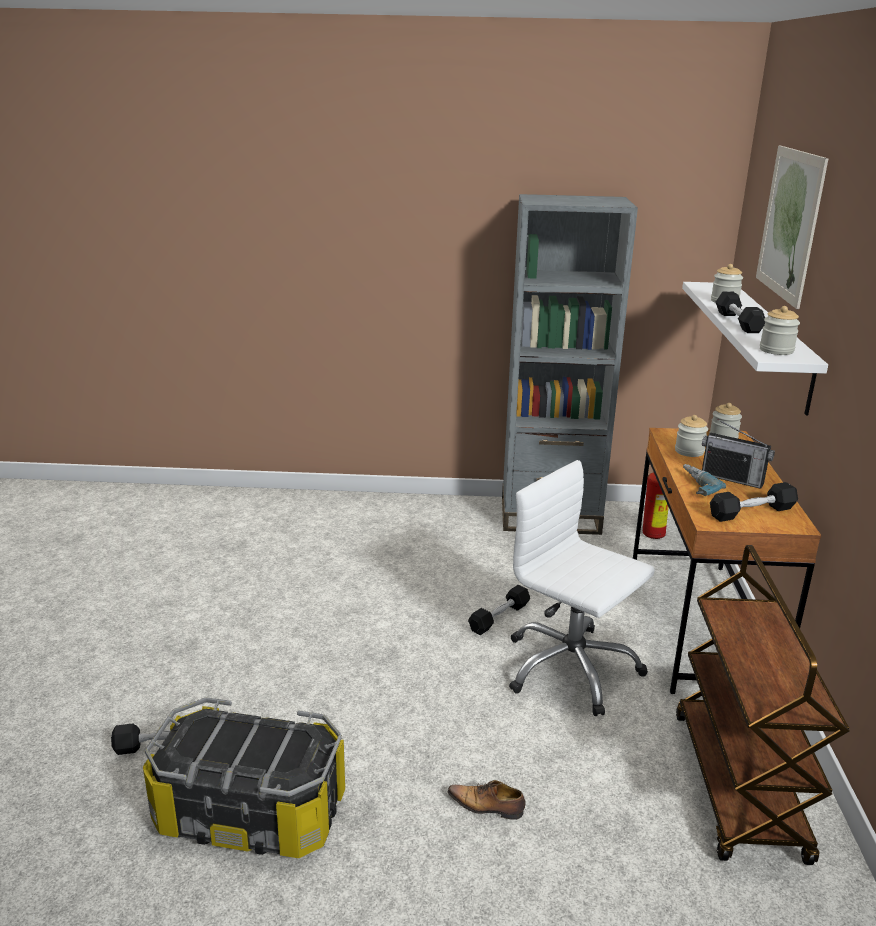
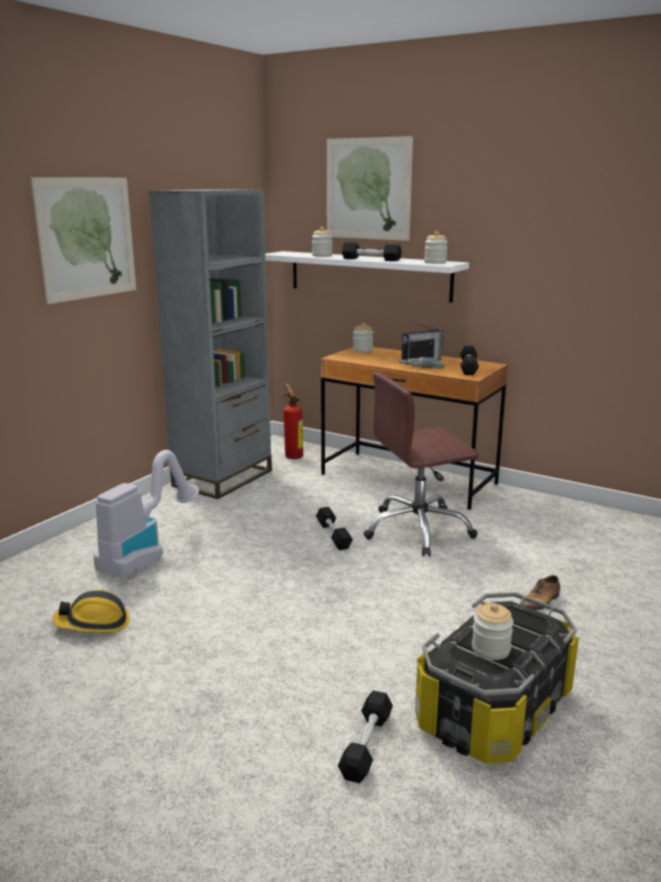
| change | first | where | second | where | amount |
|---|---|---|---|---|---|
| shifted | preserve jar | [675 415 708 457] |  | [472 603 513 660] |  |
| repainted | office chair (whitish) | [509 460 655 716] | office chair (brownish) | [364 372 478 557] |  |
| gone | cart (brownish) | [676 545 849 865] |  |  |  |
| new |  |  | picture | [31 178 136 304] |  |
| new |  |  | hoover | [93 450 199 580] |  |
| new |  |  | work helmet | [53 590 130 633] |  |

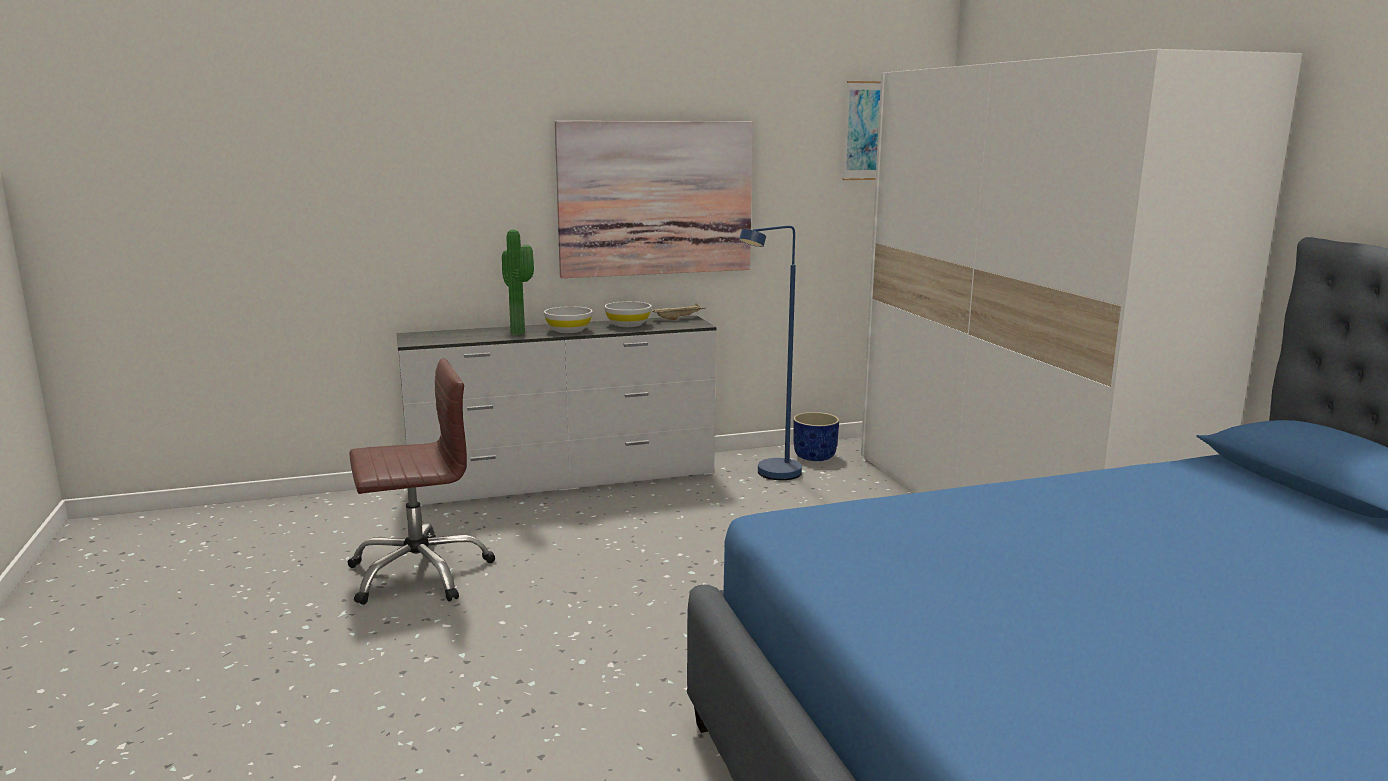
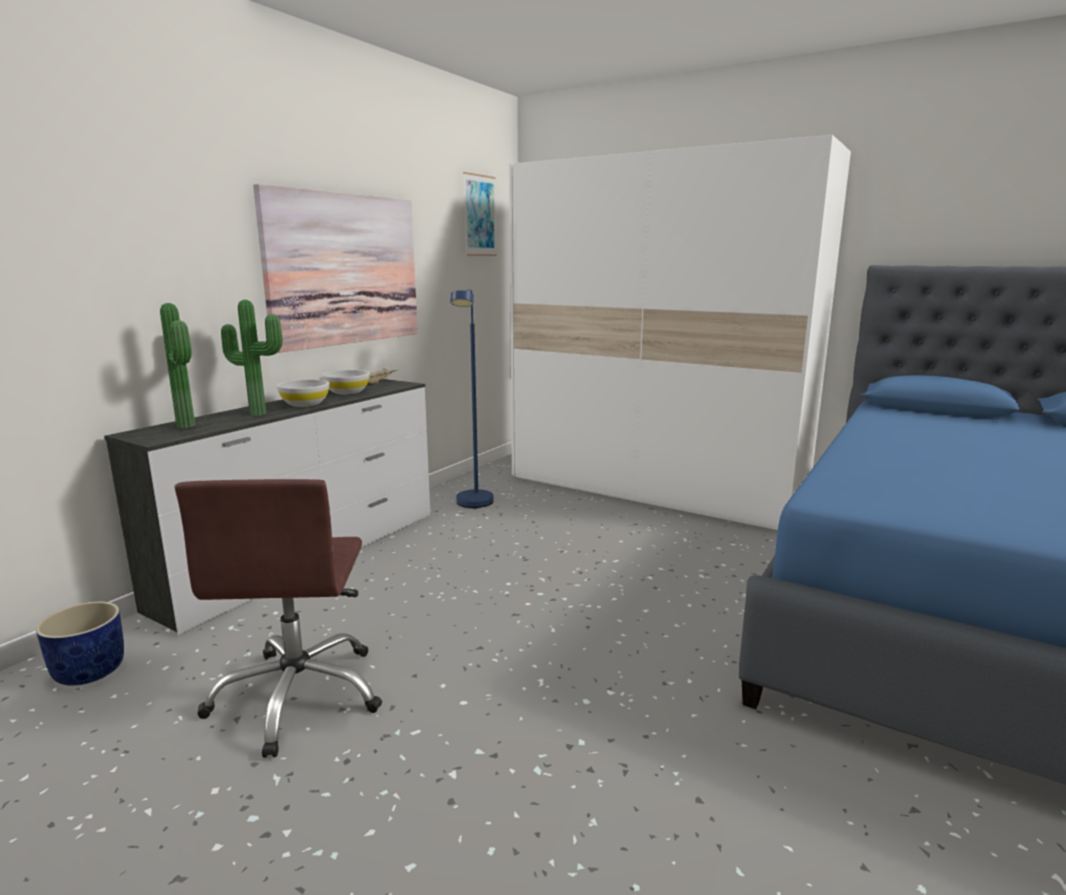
| change | first | where | second | where | amount |
|---|---|---|---|---|---|
| rotated | office chair (brownish) | [347 358 495 605] |  | [175 479 382 758] | 150 degrees clockwise |
| shifted | planter (bluish) | [793 412 839 461] |  | [36 602 124 686] |  |
| new |  |  | potted plant | [160 303 195 428] |  |

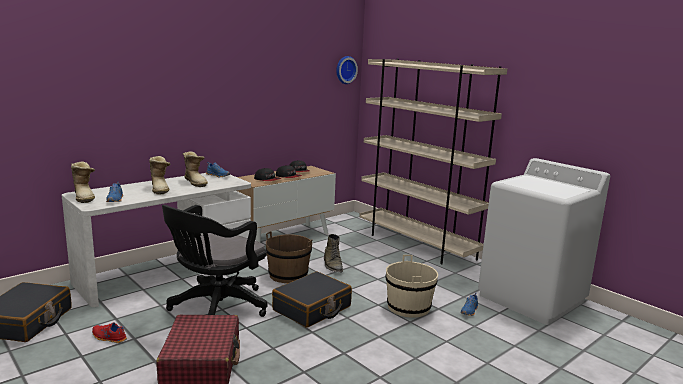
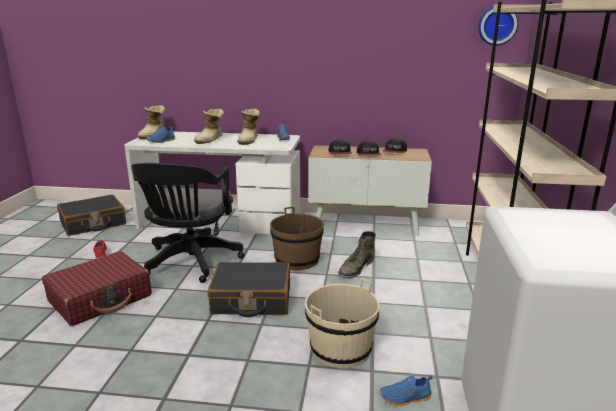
| change | first | where | second | where | amount |
|---|---|---|---|---|---|
| rotated | office chair (black) | [162 205 267 317] |  | [131 163 244 283] | 75 degrees counterclockwise |

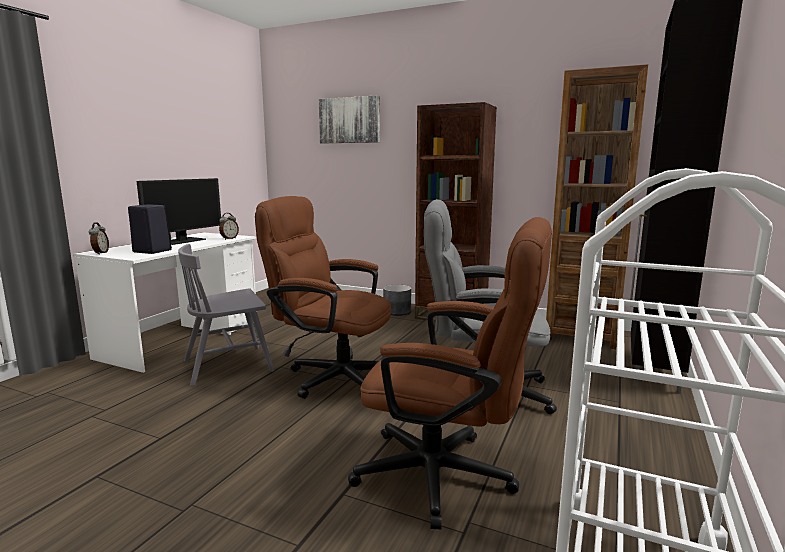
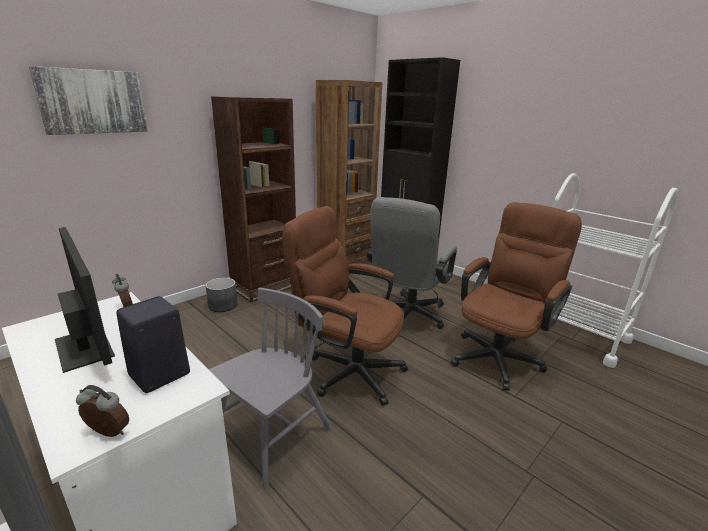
| change | first | where | second | where | amount |
|---|---|---|---|---|---|
| rotated | office chair (brownish) | [255 196 391 399] |  | [282 206 408 406] | 75 degrees clockwise |
| rotated | upright chair (grey) | [178 244 274 386] |  | [209 288 331 487] | 135 degrees counterclockwise |

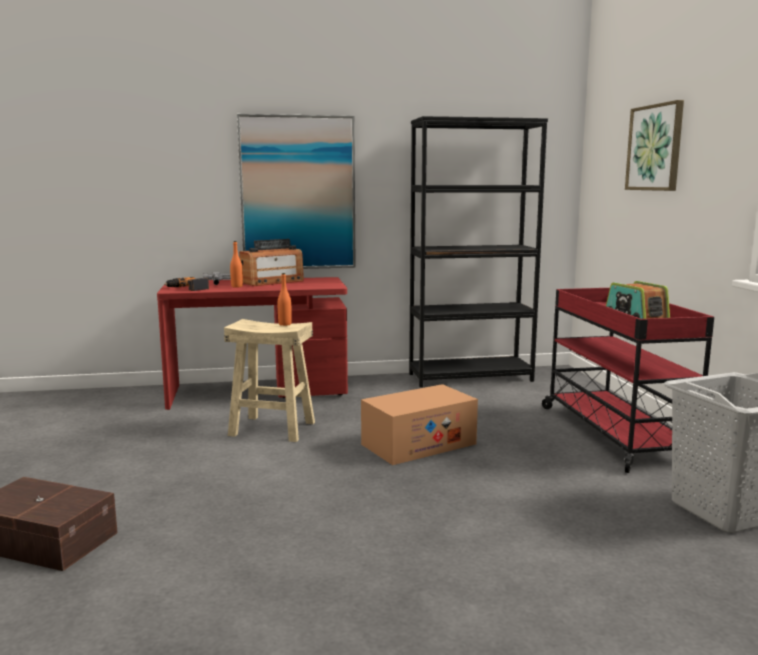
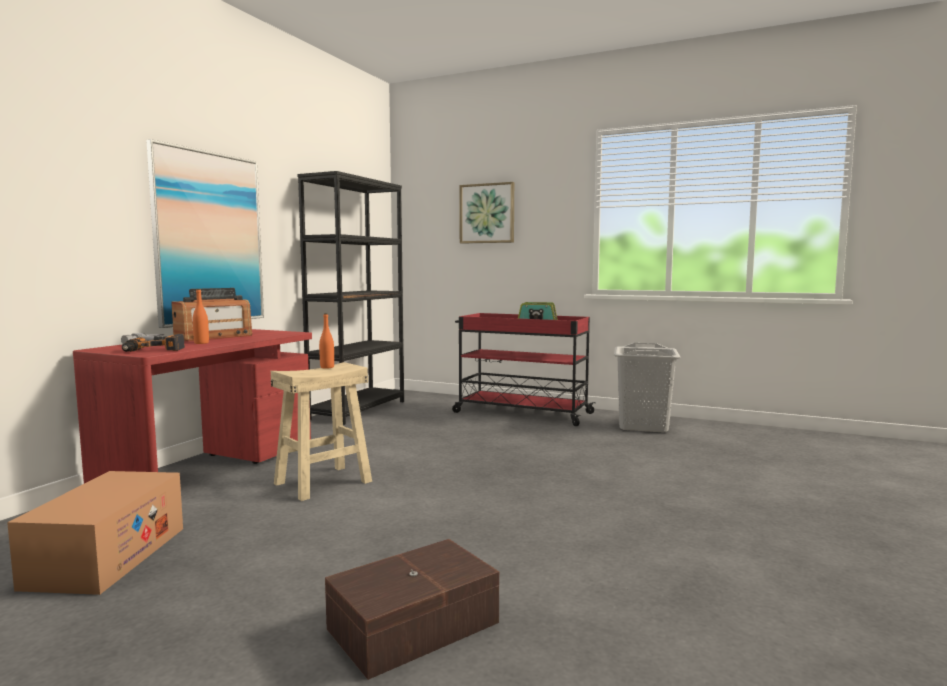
| change | first | where | second | where | amount |
|---|---|---|---|---|---|
| rotated | radio receiver | [239 239 304 286] |  | [171 288 252 341] | 45 degrees clockwise |
| shifted | cardboard box | [361 384 478 465] |  | [7 471 183 595] |  |

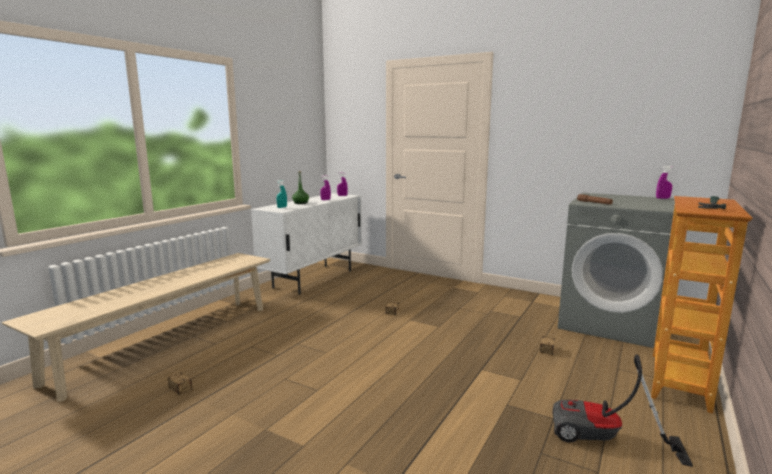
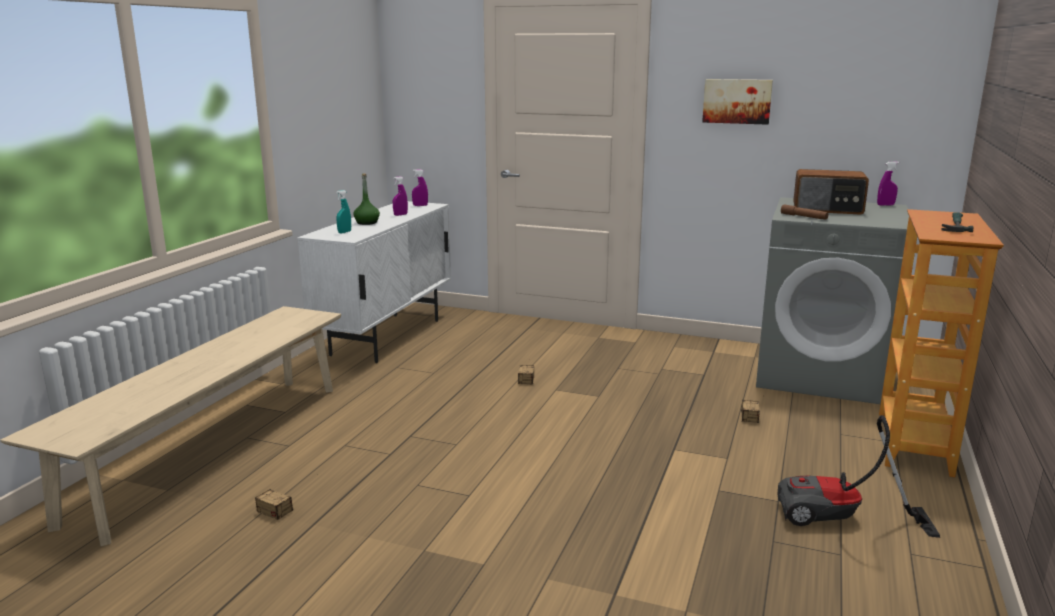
| change | first | where | second | where | amount |
|---|---|---|---|---|---|
| new |  |  | picture | [702 79 773 125] |  |
| new |  |  | radio receiver | [793 169 869 215] |  |

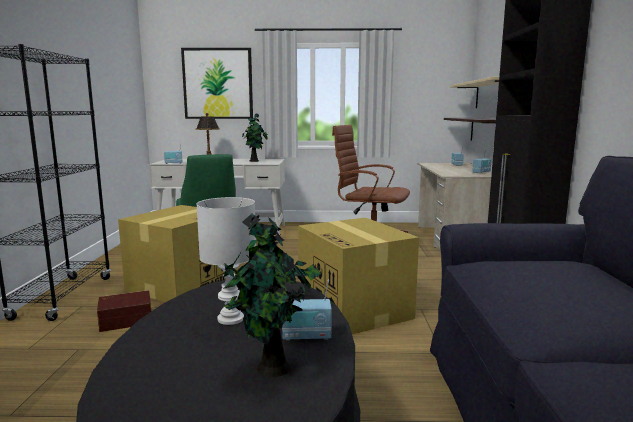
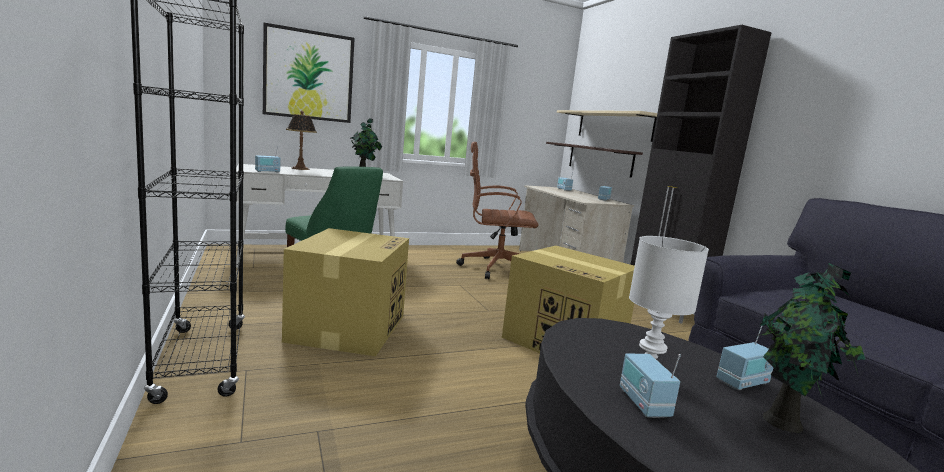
| change | first | where | second | where | amount |
|---|---|---|---|---|---|
| gone | storage bin (brownish) | [97 290 151 332] |  |  |  |
| new |  |  | radio receiver | [620 354 681 418] |  |

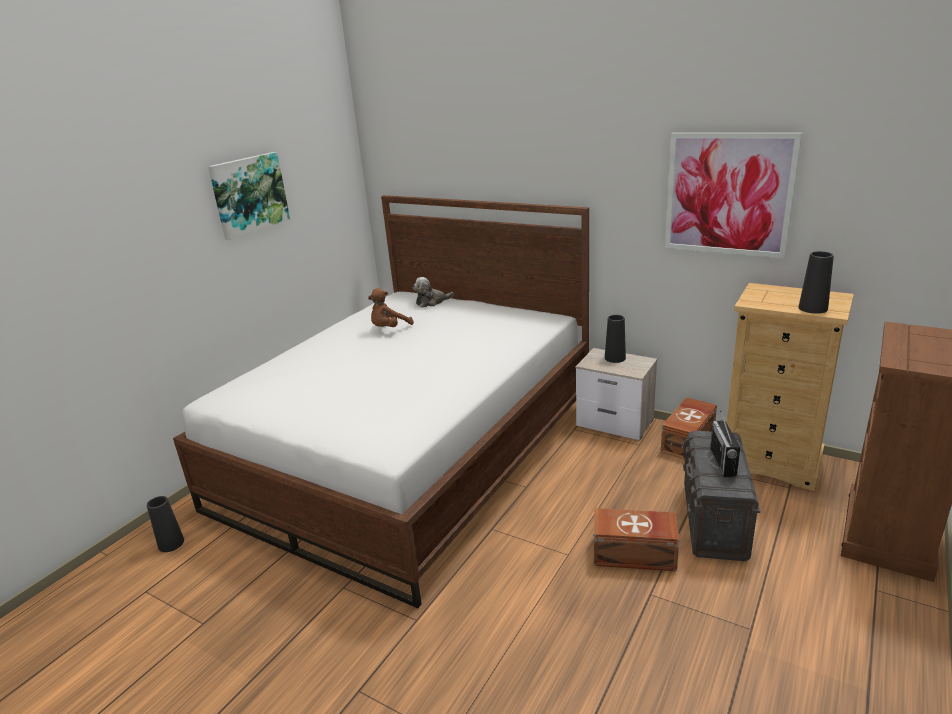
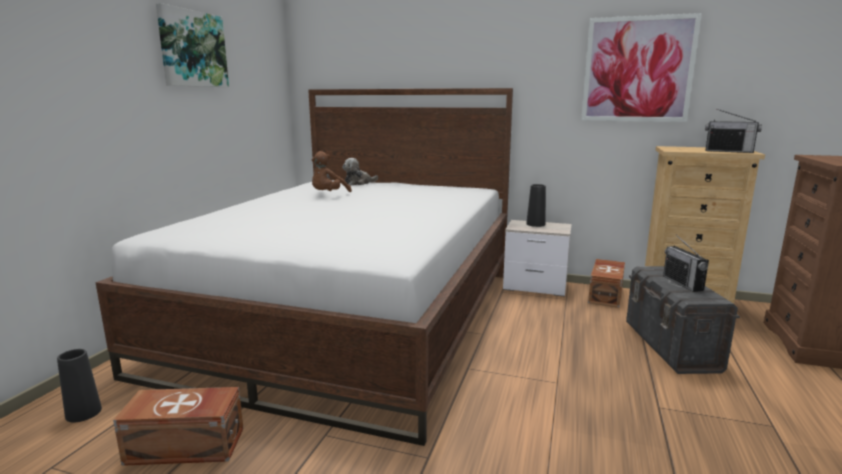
| change | first | where | second | where | amount |
|---|---|---|---|---|---|
| swapped | decorative vase (black) | [798 251 834 314] | radio receiver | [705 109 762 153] |  |
| shifted | storage bin (brownish) | [593 508 679 571] |  | [113 387 243 466] |  |

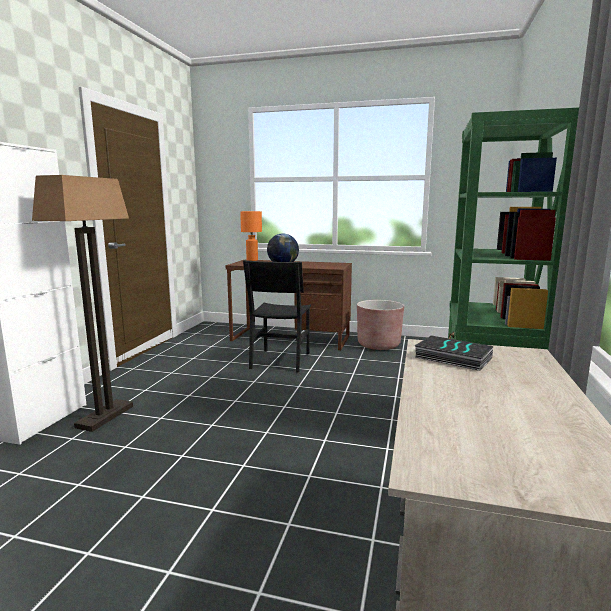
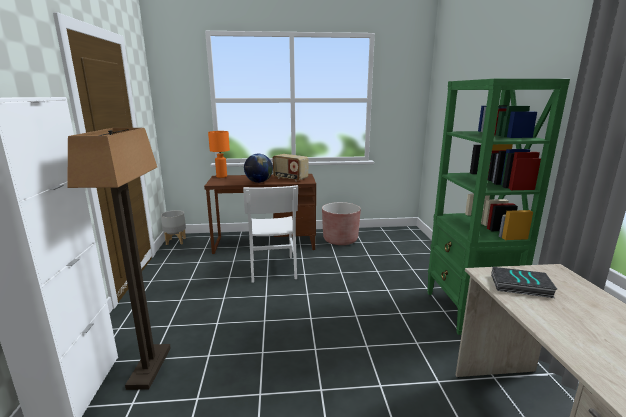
| change | first | where | second | where | amount |
|---|---|---|---|---|---|
| repainted | upright chair (black) | [243 260 311 372] | upright chair (whitish) | [243 185 298 283] |  |
| new |  |  | radio receiver | [272 154 309 182] |  |
| new |  |  | planter (grey) | [161 210 186 245] |  |

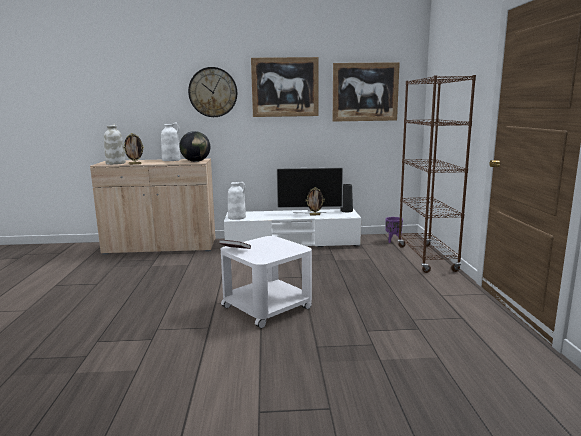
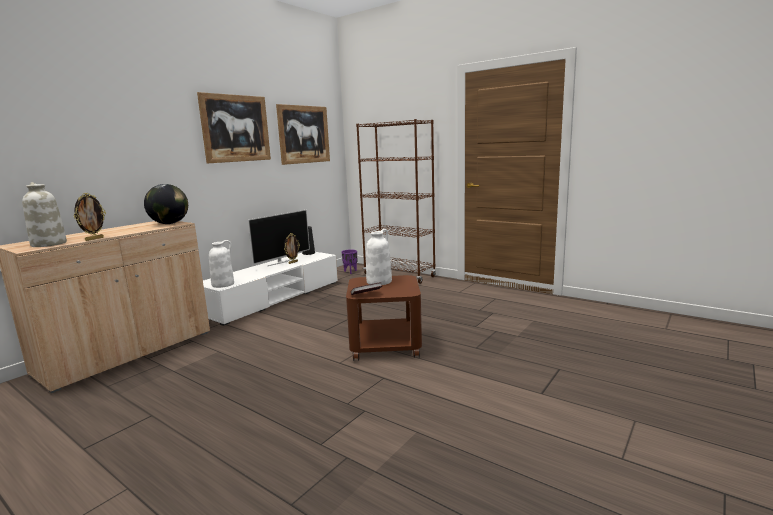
| change | first | where | second | where | amount |
|---|---|---|---|---|---|
| gone | hanging clock | [188 67 237 117] |  |  |  |
| shifted | decorative vase (whitish) | [161 123 181 161] |  | [366 229 392 285] |  |
| repainted | end table (whitish) | [221 236 312 328] | end table (brownish) | [346 275 422 361] |  |

